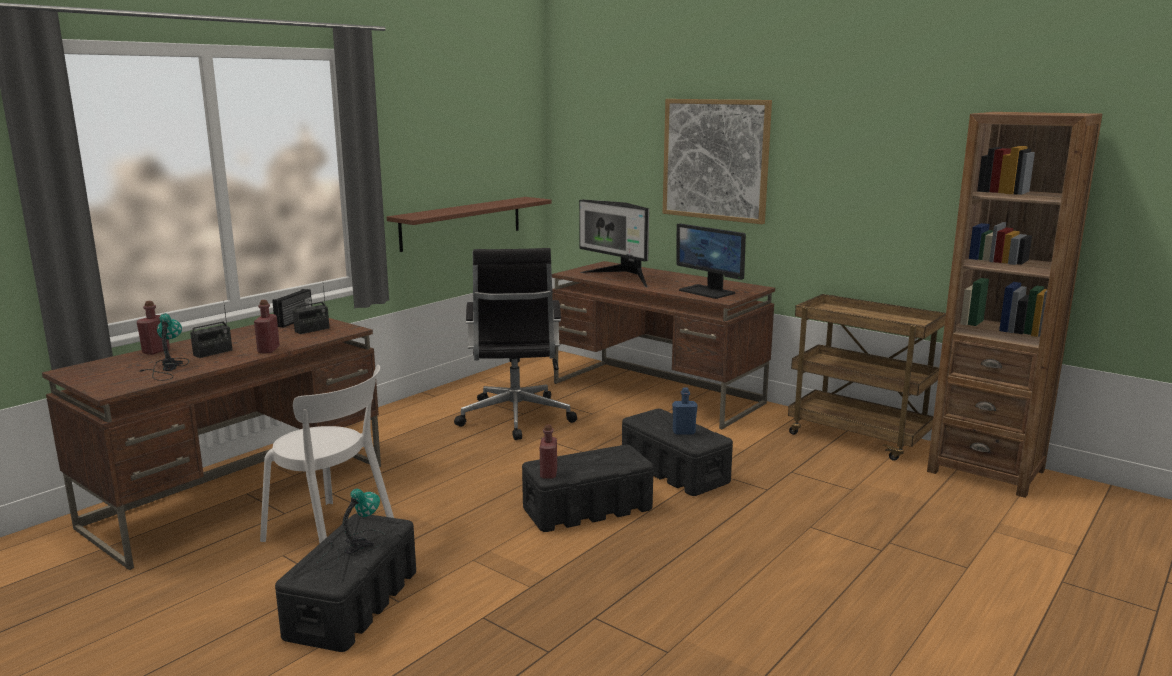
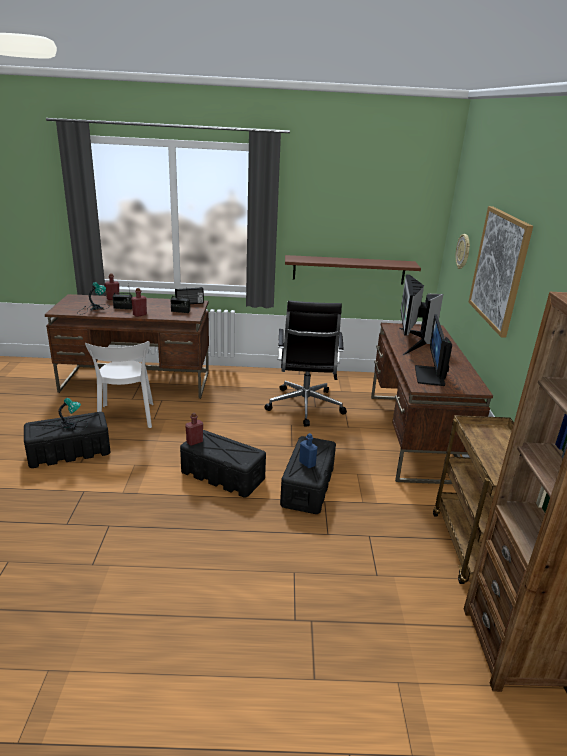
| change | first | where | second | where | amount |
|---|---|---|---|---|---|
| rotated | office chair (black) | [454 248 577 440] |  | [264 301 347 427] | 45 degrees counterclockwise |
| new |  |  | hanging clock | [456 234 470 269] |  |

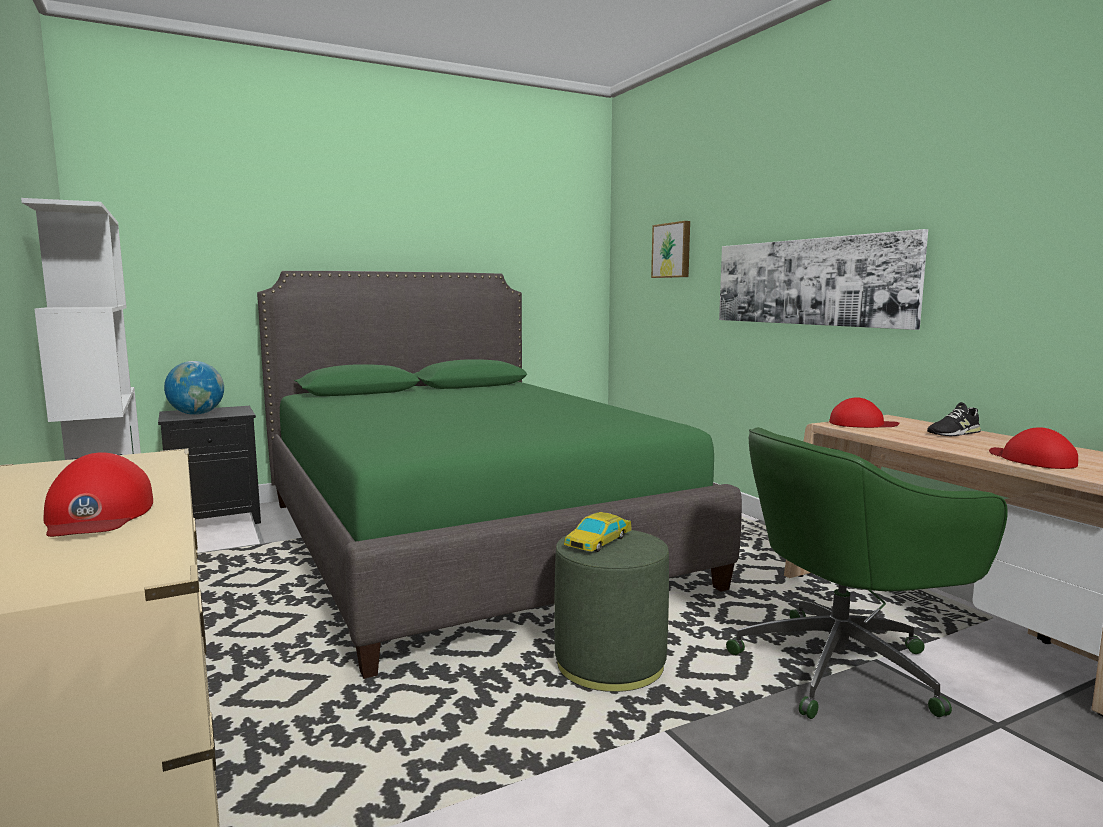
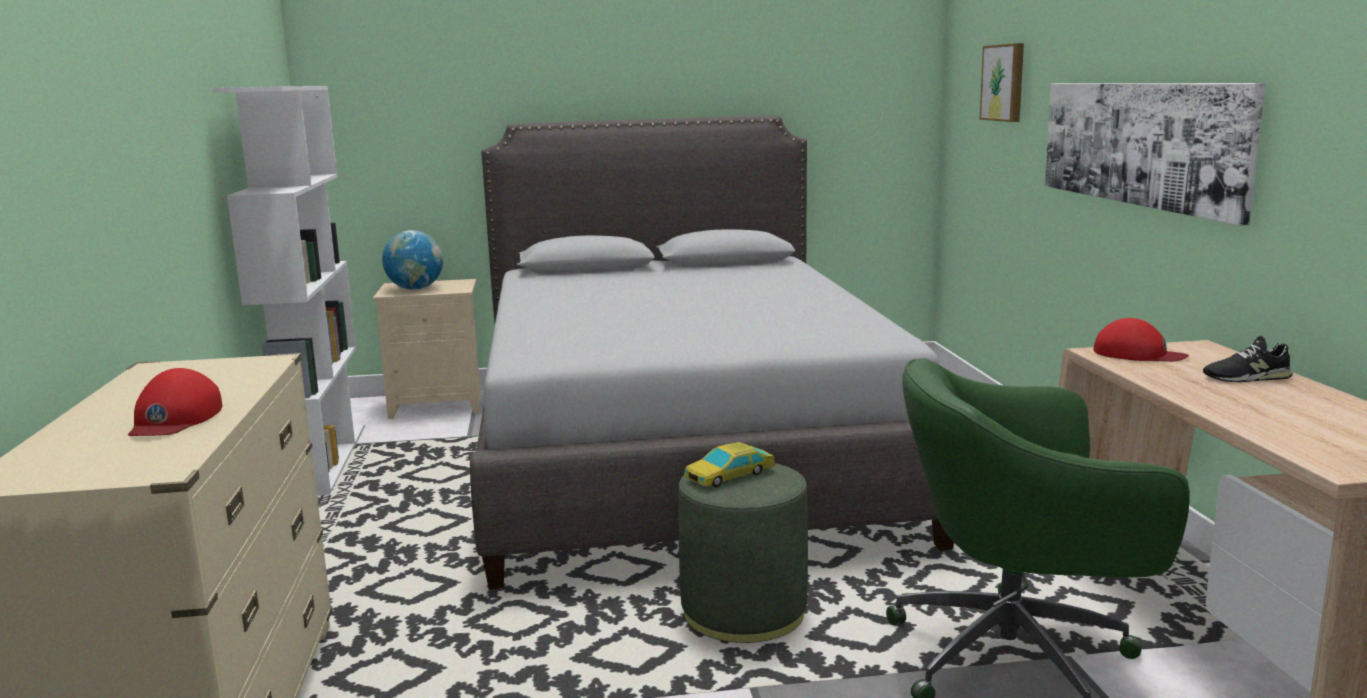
| change | first | where | second | where | amount |
|---|---|---|---|---|---|
| repainted | bedroom bed (green-coloured) | [257 271 742 679] | bedroom bed (grey) | [470 116 954 589] |  |
| repainted | bedside table (black) | [158 406 261 524] | bedside table (beige-coloured) | [373 279 480 419] |  |
| gone | cap (red-coloured) | [989 427 1078 469] |  |  |  |

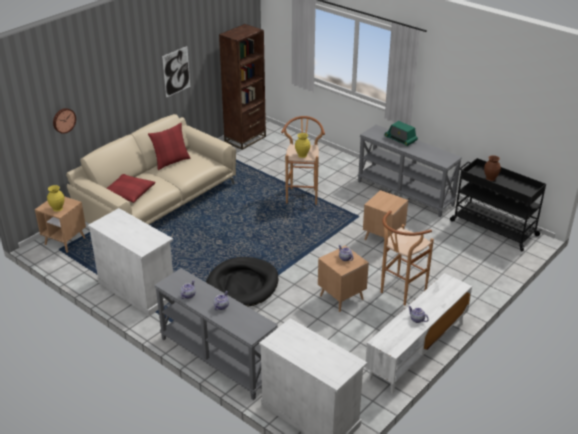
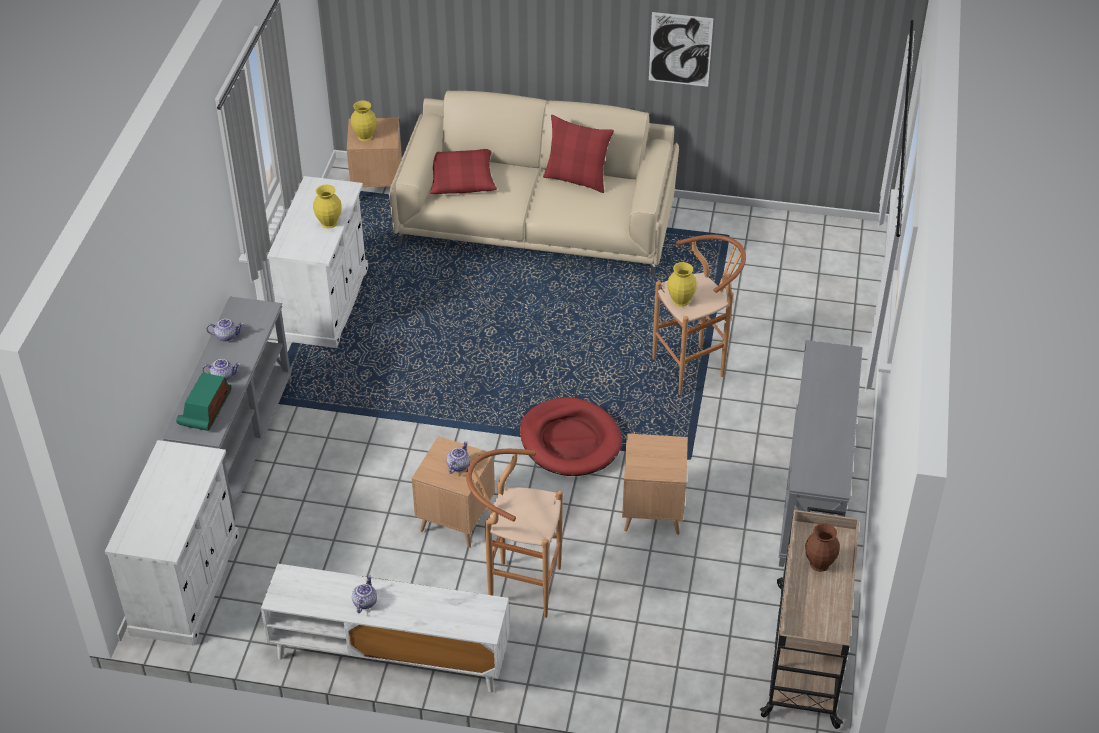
| change | first | where | second | where | amount |
|---|---|---|---|---|---|
| gone | bookcase (brownish) | [219 24 266 150] |  |  |  |
| gone | hanging clock | [53 108 76 134] |  |  |  |
| shifted | radio receiver | [384 121 418 146] |  | [176 373 231 431] |  |
| repainted | cart (black) | [450 158 546 252] | cart (beige-coloured) | [760 507 859 729] |  |
| gone | pet bed (black) | [206 257 278 307] |  |  |  |
| new |  |  | decorative vase (yellow) | [313 185 342 229] |  |
| new |  |  | pet bed (red-coloured) | [520 397 622 476] |  |

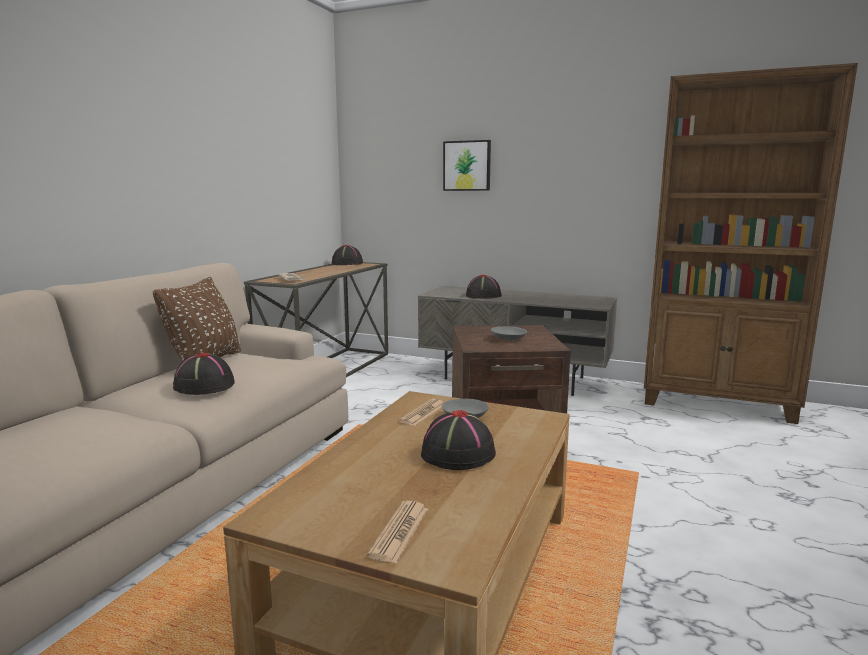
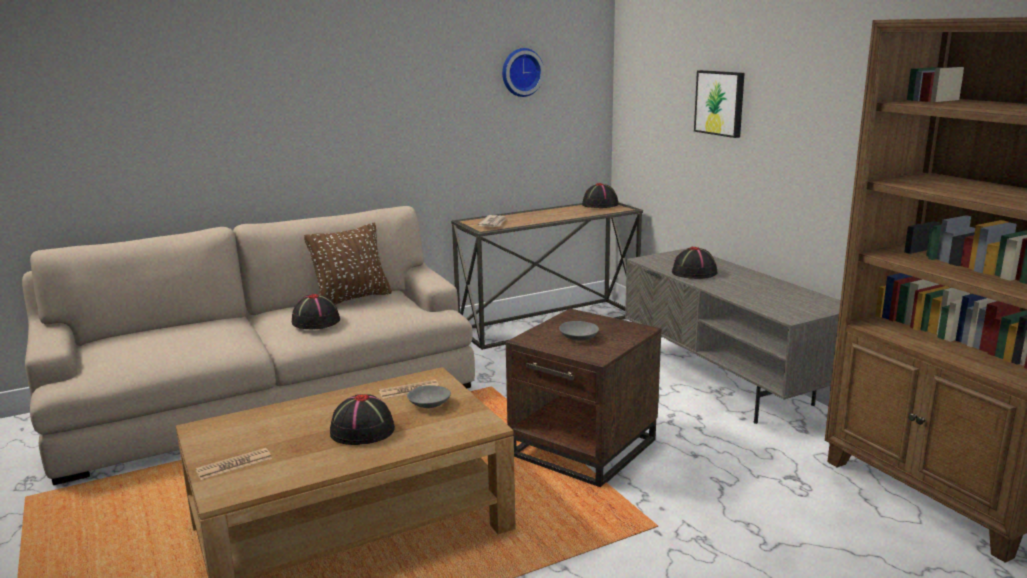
| change | first | where | second | where | amount |
|---|---|---|---|---|---|
| new |  |  | hanging clock | [502 48 544 97] |  |

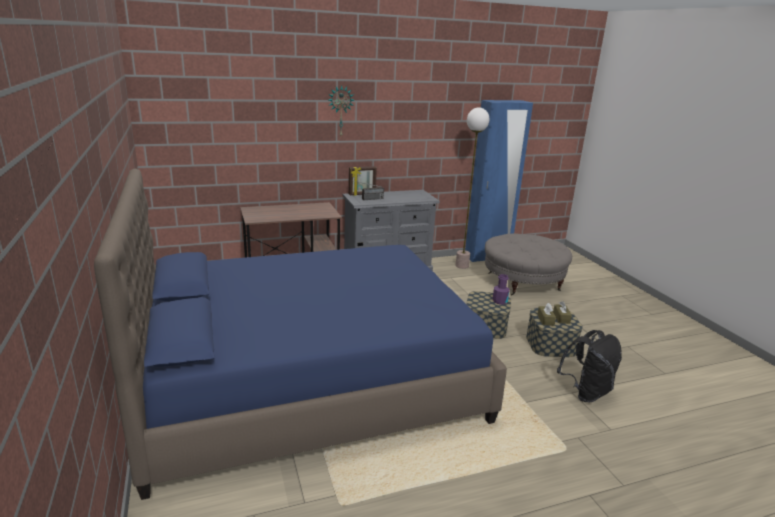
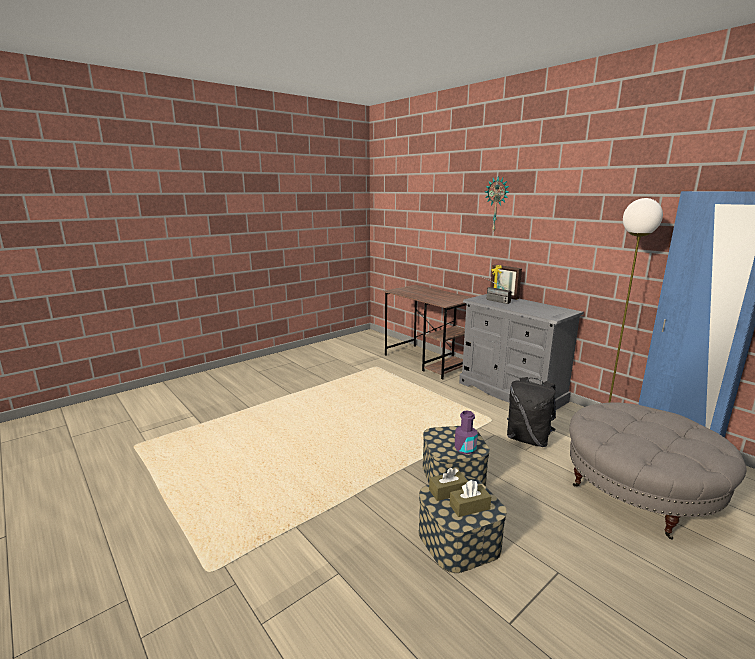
| change | first | where | second | where | amount |
|---|---|---|---|---|---|
| gone | bedroom bed (bluish) | [94 169 507 500] |  |  |  |
| shifted | rucksack (black) | [557 330 622 402] |  | [507 377 556 447] |  |

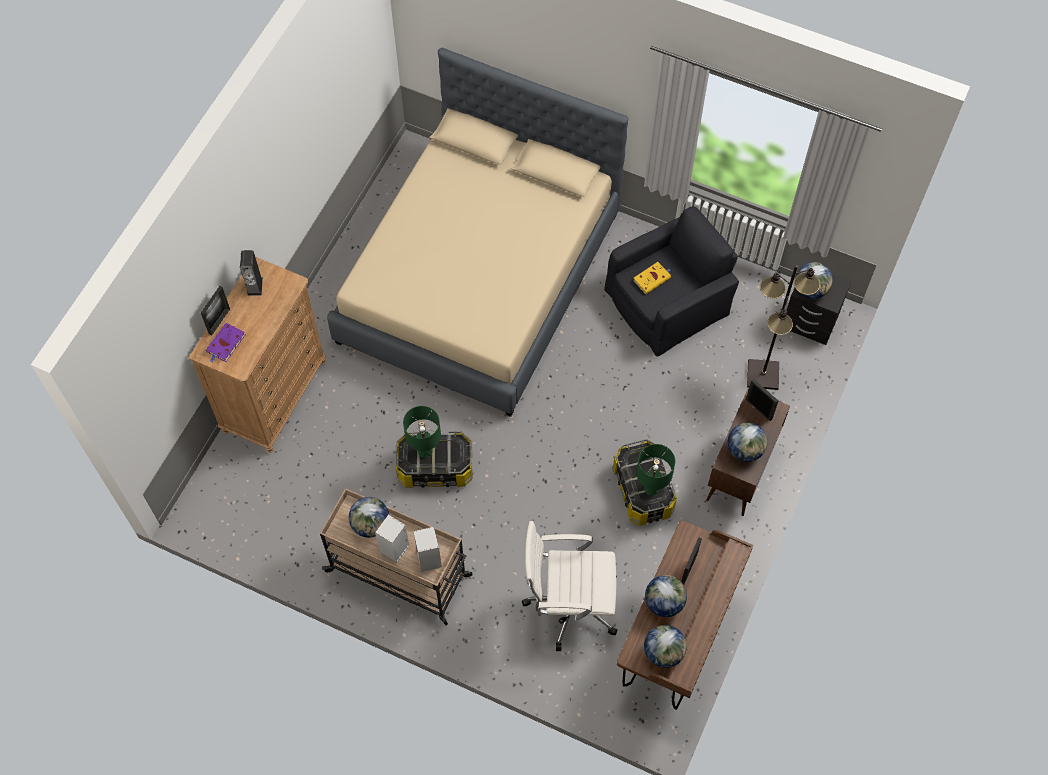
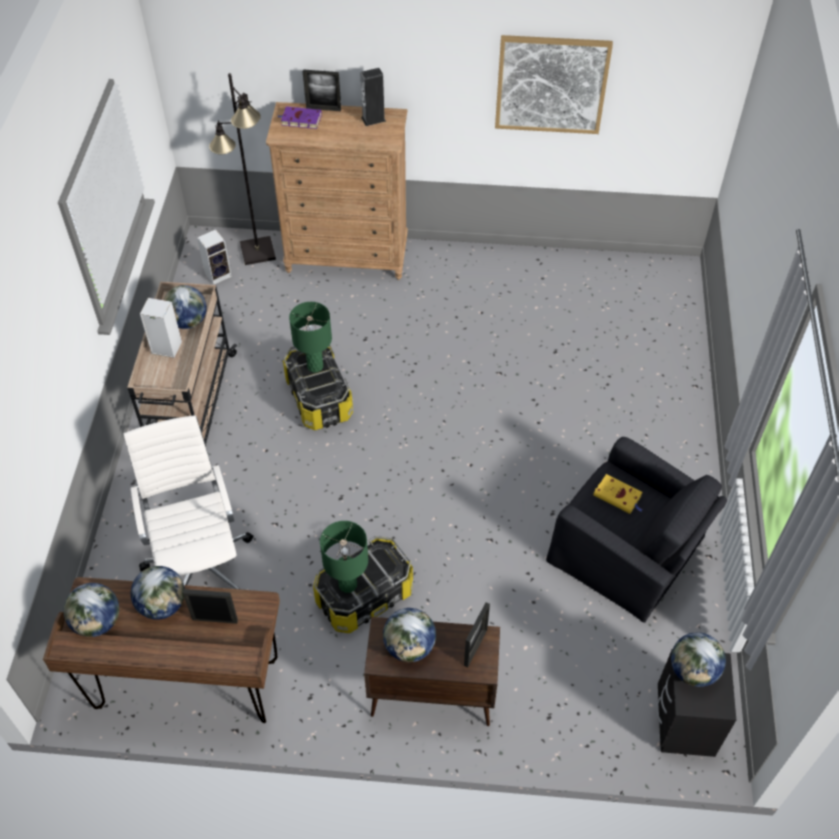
| change | first | where | second | where | amount |
|---|---|---|---|---|---|
| gone | bedroom bed (beige-coloured) | [327 48 628 417] |  |  |  |
| shifted | standing lamp (black) | [747 265 820 390] |  | [209 73 276 265] |  |
| shifted | audio speaker | [413 527 442 572] |  | [197 229 232 285] |  |
| new |  |  | picture | [495 35 613 134] |  |

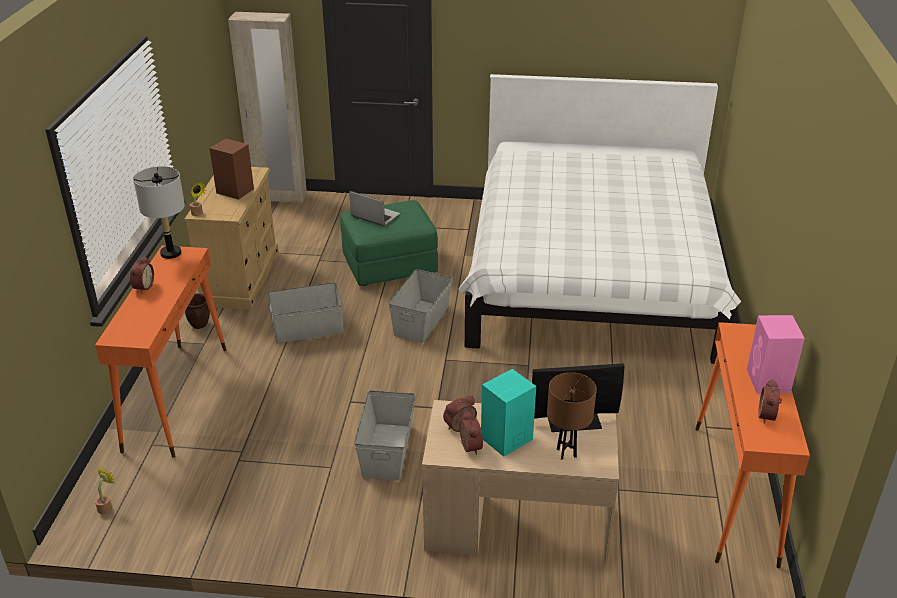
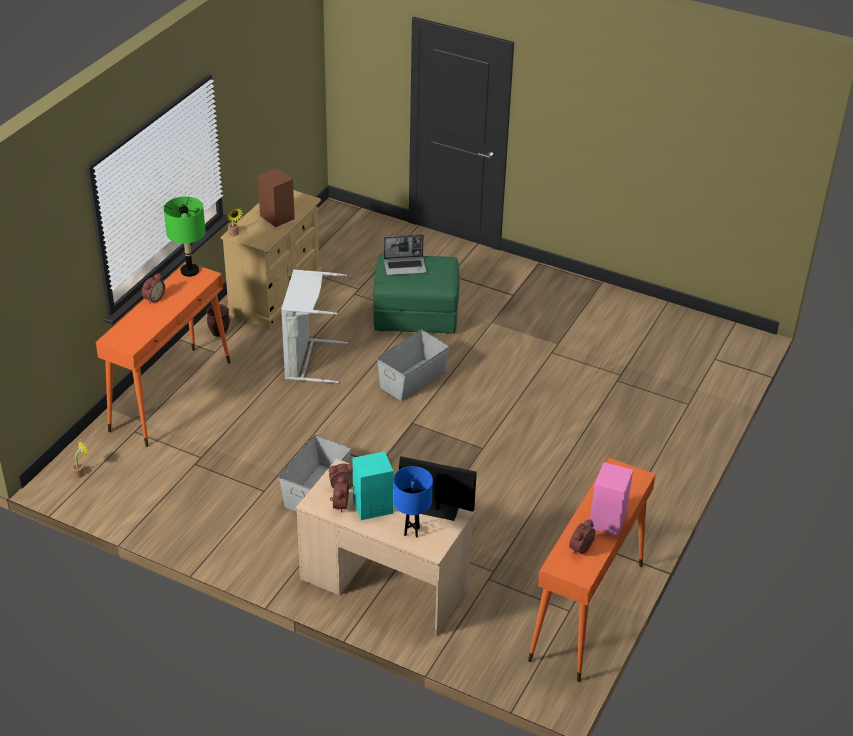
| change | first | where | second | where | amount |
|---|---|---|---|---|---|
| gone | clothes cupboard (beige-coloured) | [228 12 307 203] |  |  |  |
| gone | bedroom bed (whitish) | [458 74 741 364] |  |  |  |
| repainted | lamp for a table (grey) | [133 166 185 259] | lamp for a table (green-coloured) | [164 197 206 277] |  |
| rotated | portable computer | [349 191 400 226] |  | [384 235 427 275] | 120 degrees clockwise |
| swapped | storage bin (grey) | [268 282 344 343] | hamper (grey) | [281 269 348 383] |  |
| repainted | lamp for a table (brownish) | [547 372 597 460] | lamp for a table (bluish) | [393 466 433 537] |  |

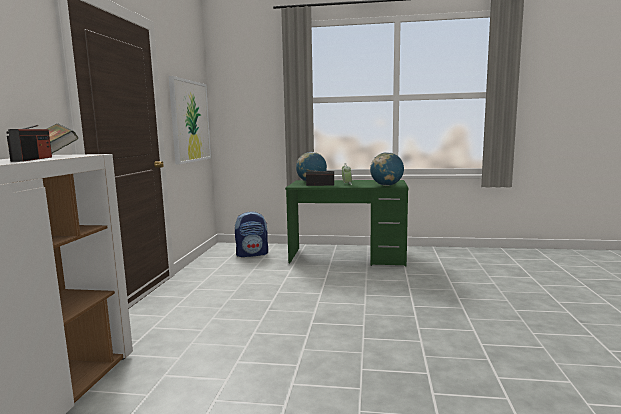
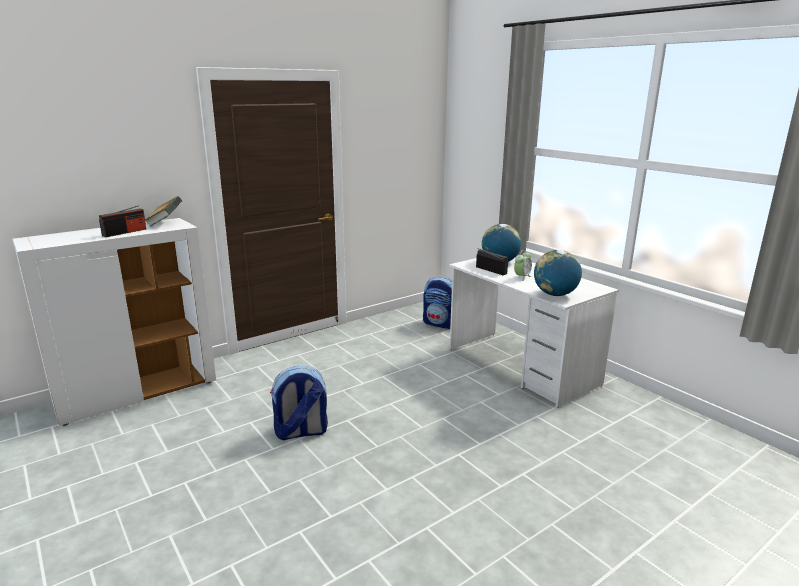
| change | first | where | second | where | amount |
|---|---|---|---|---|---|
| gone | picture | [169 76 211 165] |  |  |  |
| repainted | desk (green-coloured) | [285 180 409 267] | desk (whitish) | [449 257 619 407] |  |
| new |  |  | rucksack | [270 366 328 440] |  |

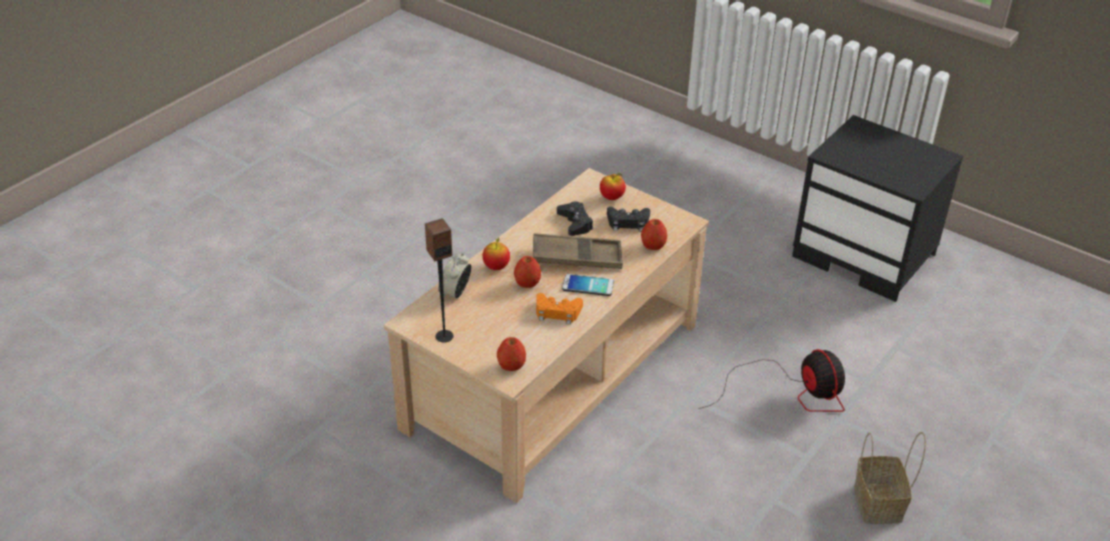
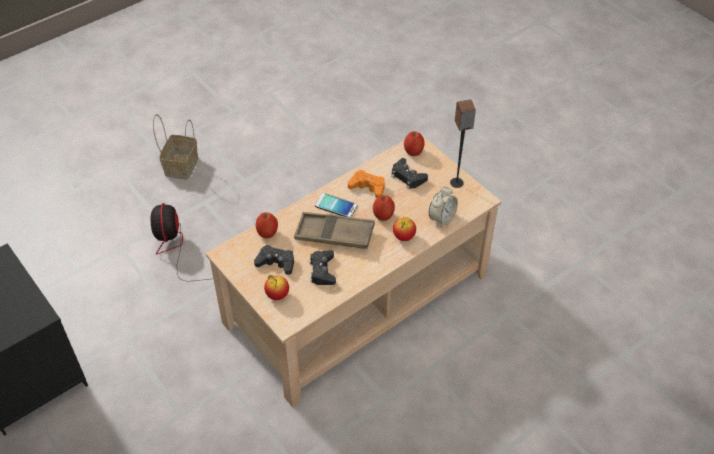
| change | first | where | second | where | amount |
|---|---|---|---|---|---|
| new |  |  | joypad (black) | [391 158 428 189] |  |

